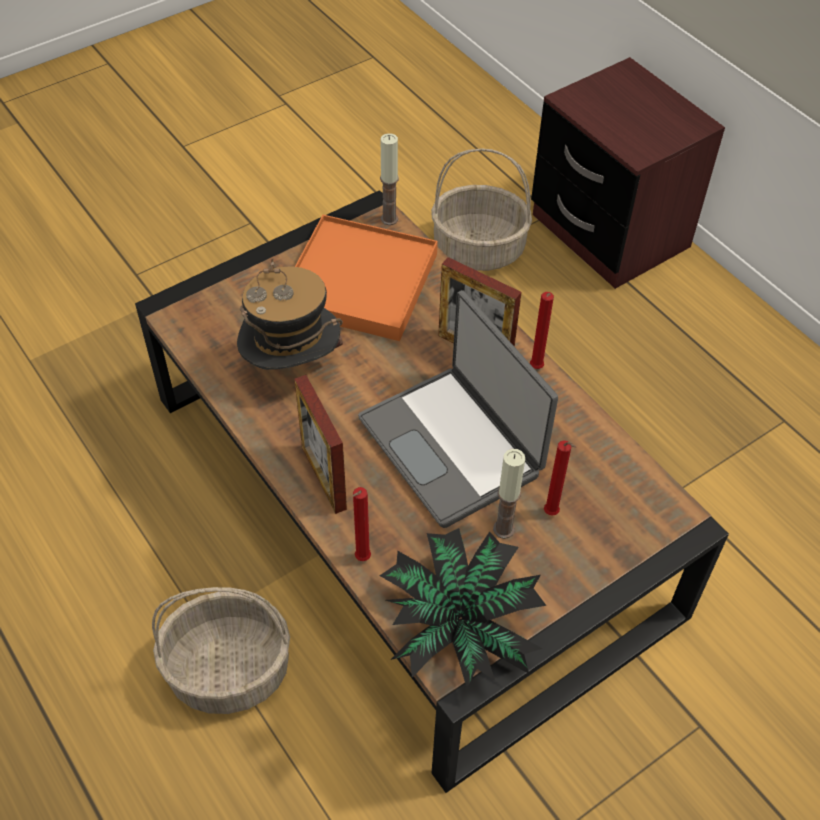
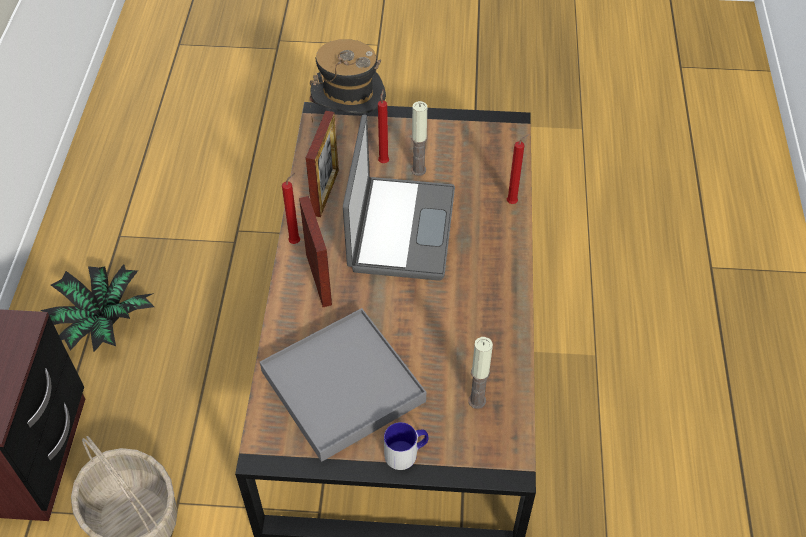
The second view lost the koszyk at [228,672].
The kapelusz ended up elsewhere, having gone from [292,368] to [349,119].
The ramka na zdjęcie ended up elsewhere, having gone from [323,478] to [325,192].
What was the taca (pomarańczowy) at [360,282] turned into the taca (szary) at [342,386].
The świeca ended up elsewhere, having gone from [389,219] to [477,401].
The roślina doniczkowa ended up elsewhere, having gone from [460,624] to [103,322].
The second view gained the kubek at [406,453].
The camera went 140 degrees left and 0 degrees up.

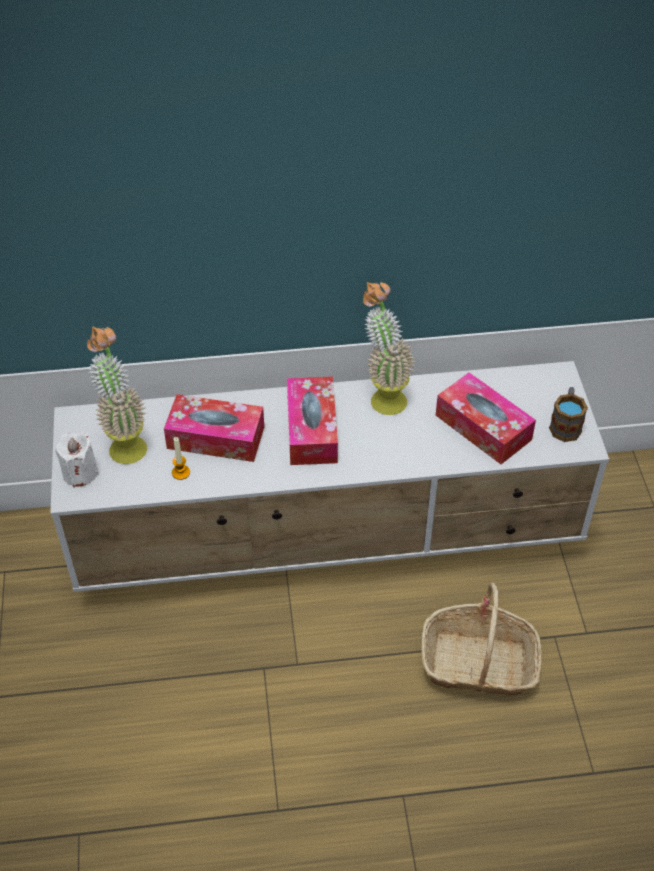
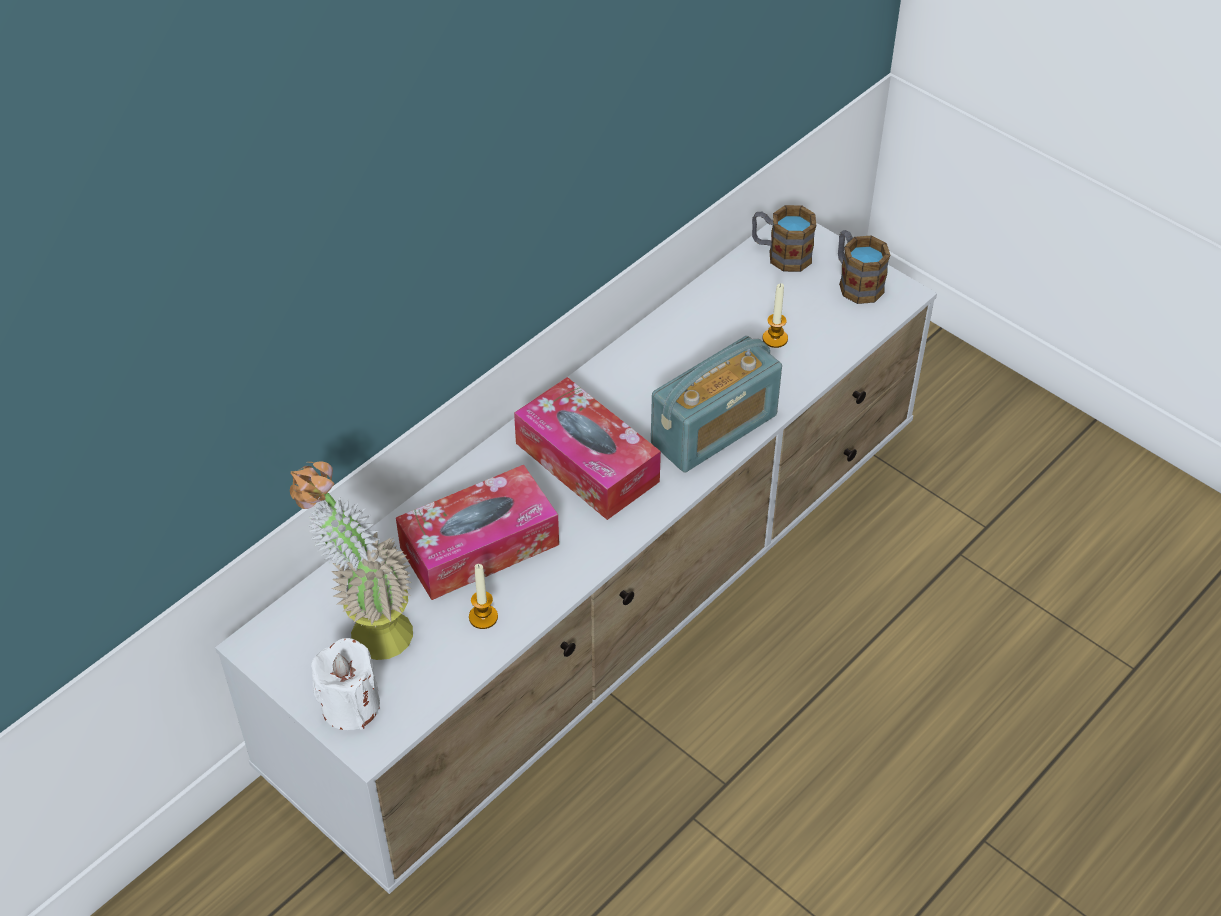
The second view lost the roślina doniczkowa at [382,395].
The second view lost the koszyk at [479,663].
Where the pudełko chusteczek stood at [483,427], the świeca came to stand at [775,338].
The second view gained the radio at [714,429].
The second view gained the kubek at [781,254].
The camera went 40 degrees left and 0 degrees up.

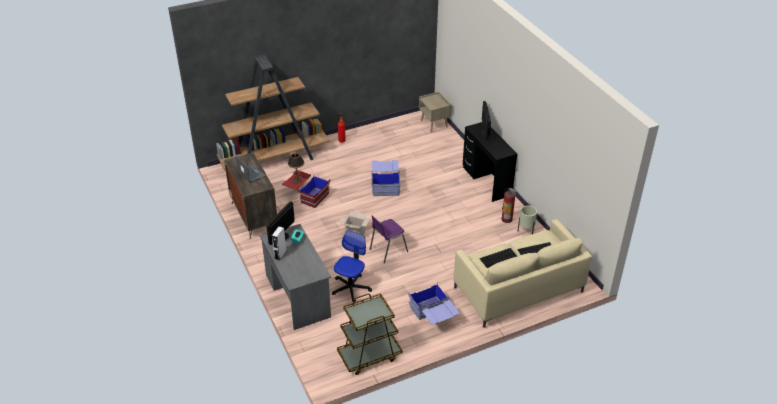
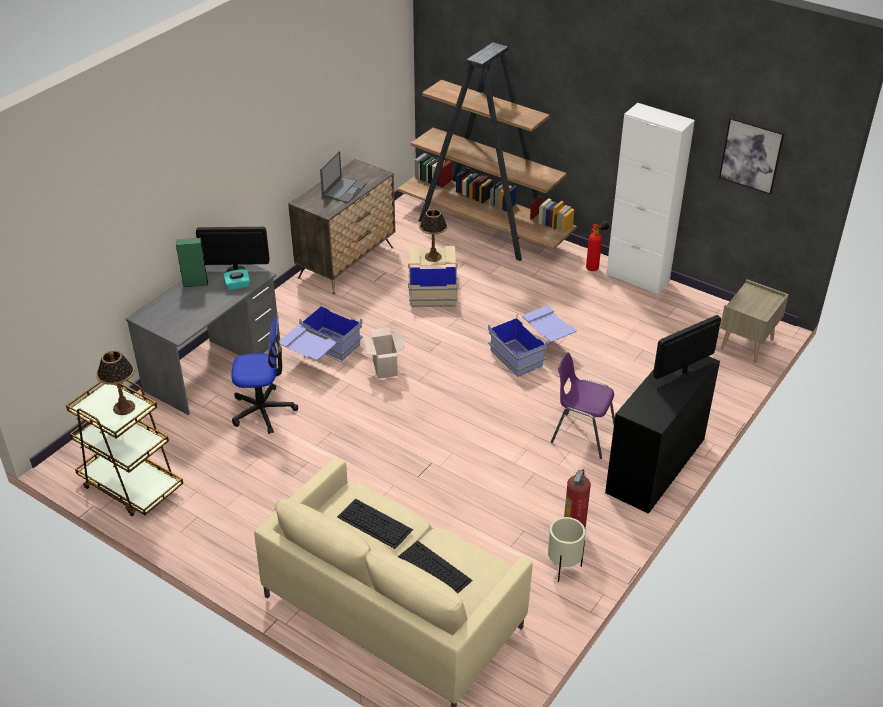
What was the głośnik (biały) at [280,254] turned into the głośnik (zielony) at [195,283].
What was the pojemnik do przechowywania (czerwony) at [306,195] turned into the pojemnik do przechowywania (beżowy) at [433,287].
The krzesło (fioletowy) ended up elsewhere, having gone from [387,250] to [581,435].
The pojemnik do przechowywania (niebieski) ended up elsewhere, having gone from [433,316] to [321,354].
The second view gained the lampa stołowa at [124,408].
The second view gained the szafka (biały) at [637,278].
The second view gained the obraz at [751,155].
The camera went 60 degrees right and 0 degrees up.

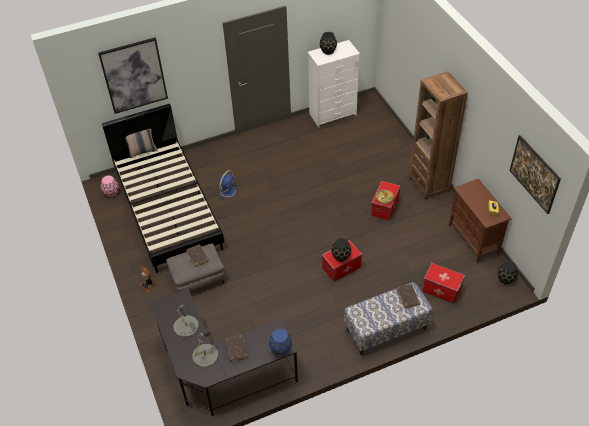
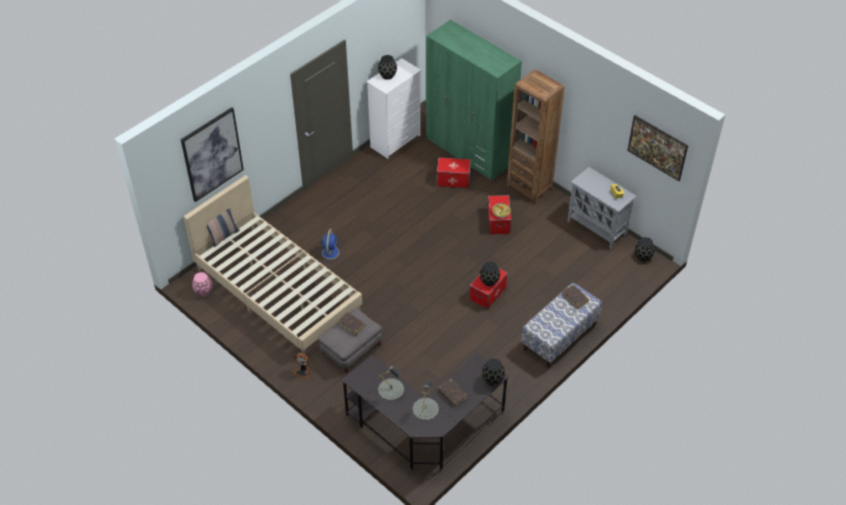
What was the łóżko (czarny) at [168,209] turned into the łóżko (beżowy) at [277,290].
What was the wazon (niebieski) at [280,349] turned into the wazon (czarny) at [492,380].
The pojemnik do przechowywania ended up elsewhere, having gone from [442,289] to [453,180].
What was the szafka (brązowy) at [473,239] turned into the szafka (szary) at [597,228].
The second view gained the szafa (zielony) at [469,151].
The camera went 25 degrees left and 0 degrees up.

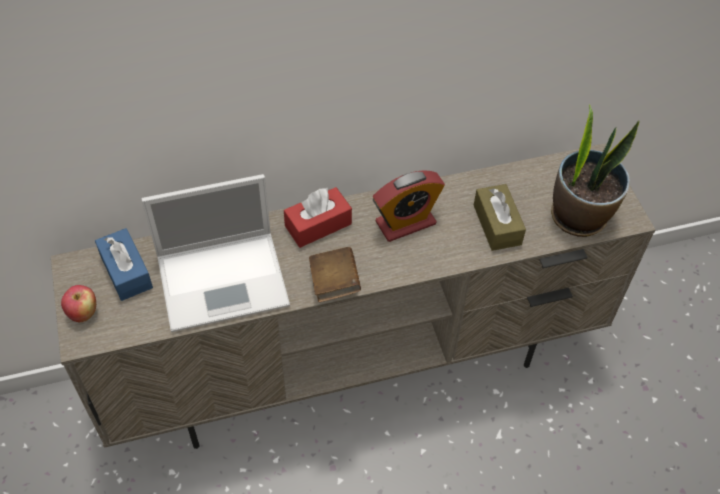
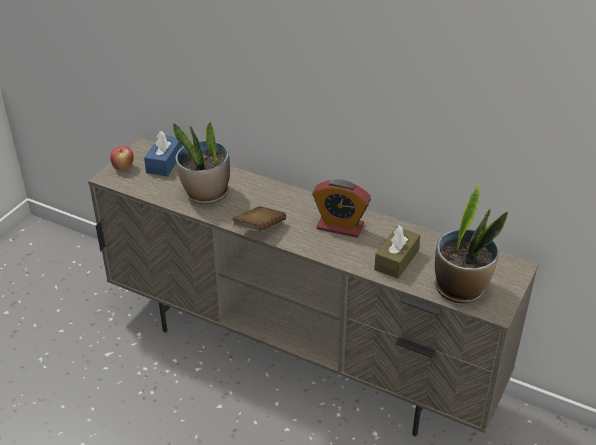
Where the laptop stood at [225,279], the roślina doniczkowa came to stand at [206,193].
The second view lost the pudełko chusteczek (czerwony) at [318,225].
The camera went 45 degrees right and 15 degrees down.

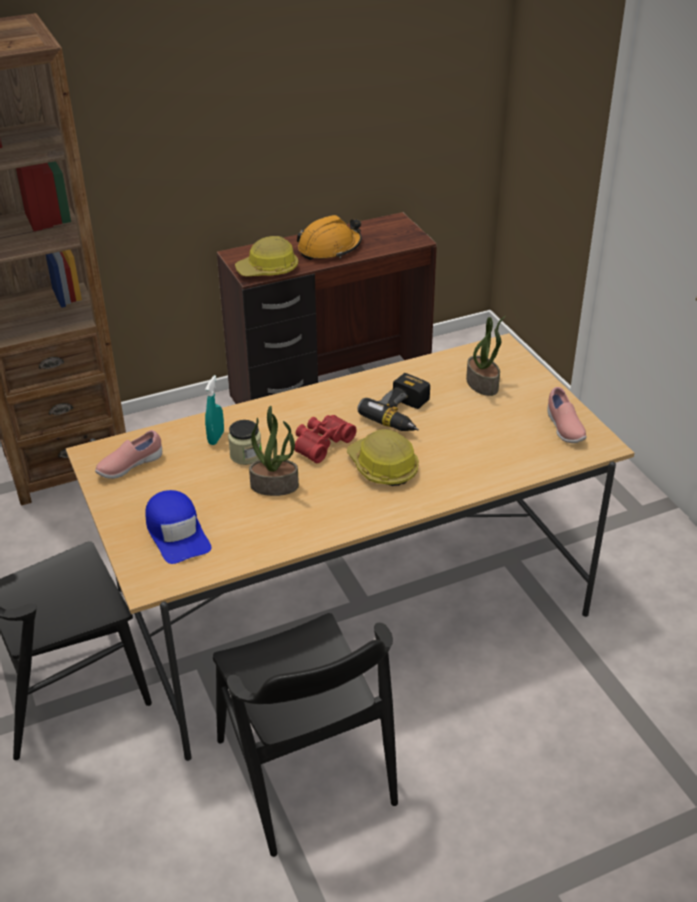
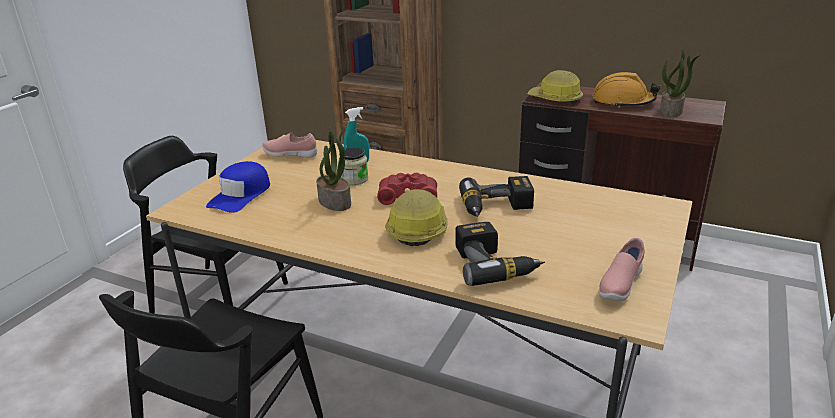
The roślina doniczkowa ended up elsewhere, having gone from [483,384] to [671,111].
The second view gained the wiertarka at [494,264].
The camera went 50 degrees right and 10 degrees down.

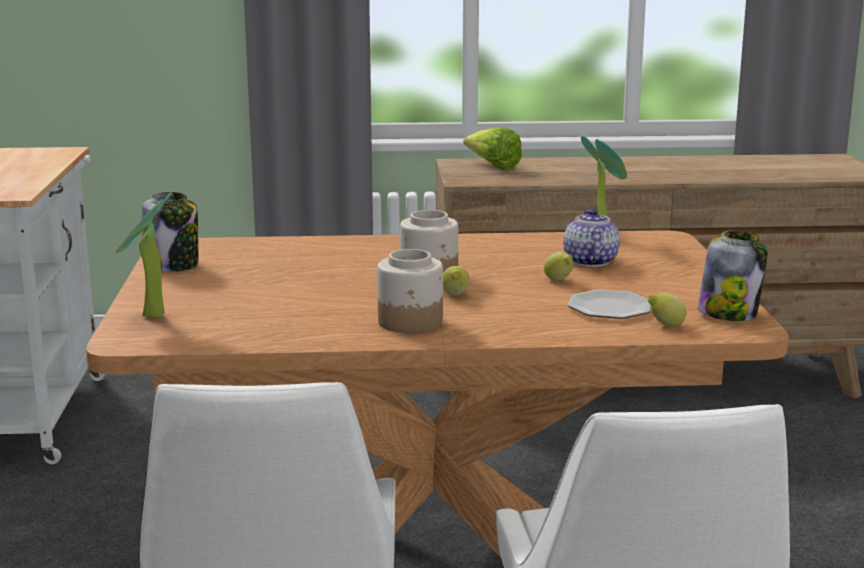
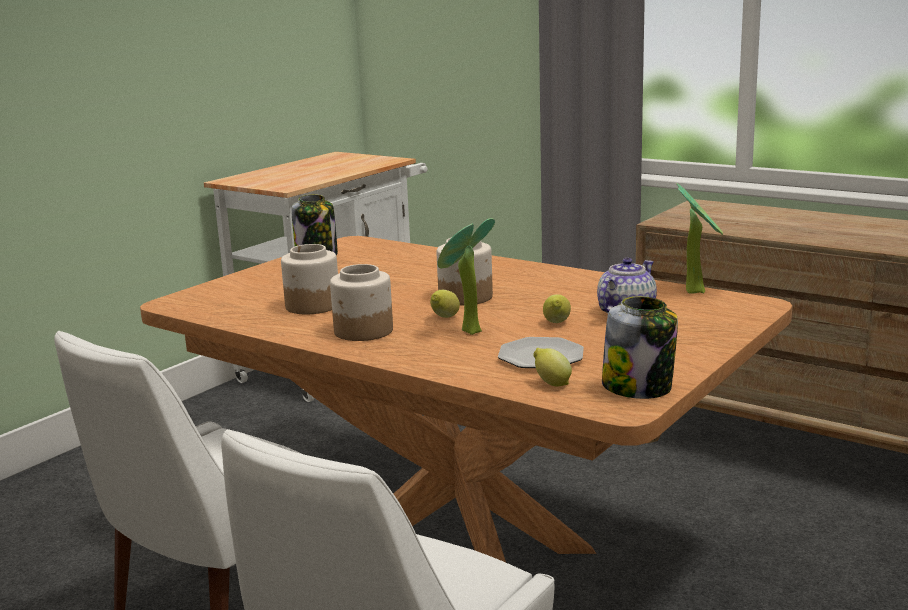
The roślina doniczkowa ended up elsewhere, having gone from [149,317] to [466,332].
The second view lost the sałata at [493,166].
The second view gained the słoik at [312,306].
The camera went 40 degrees right and 0 degrees up.

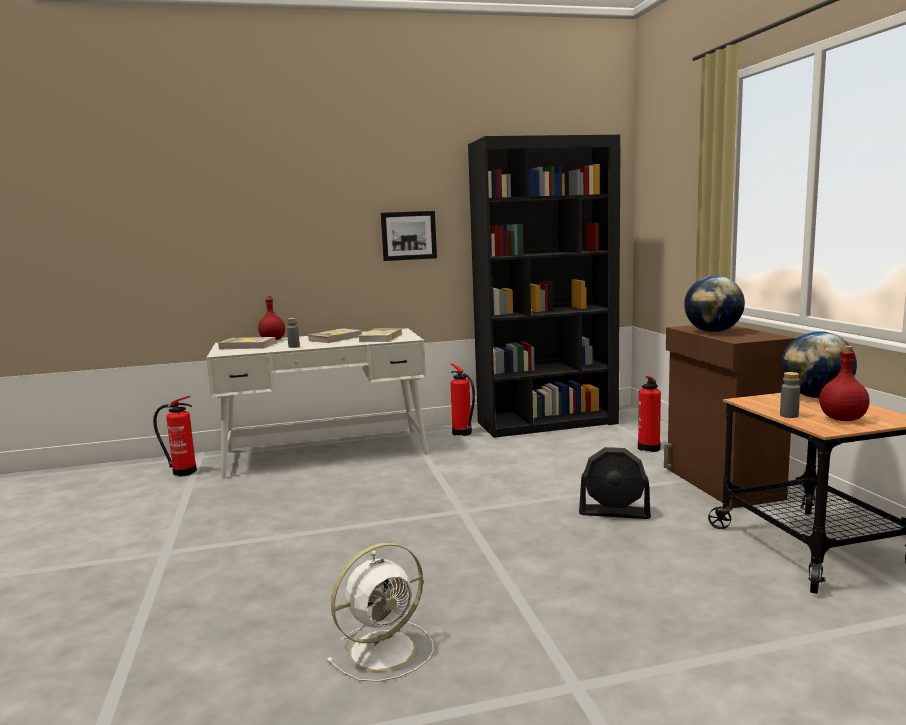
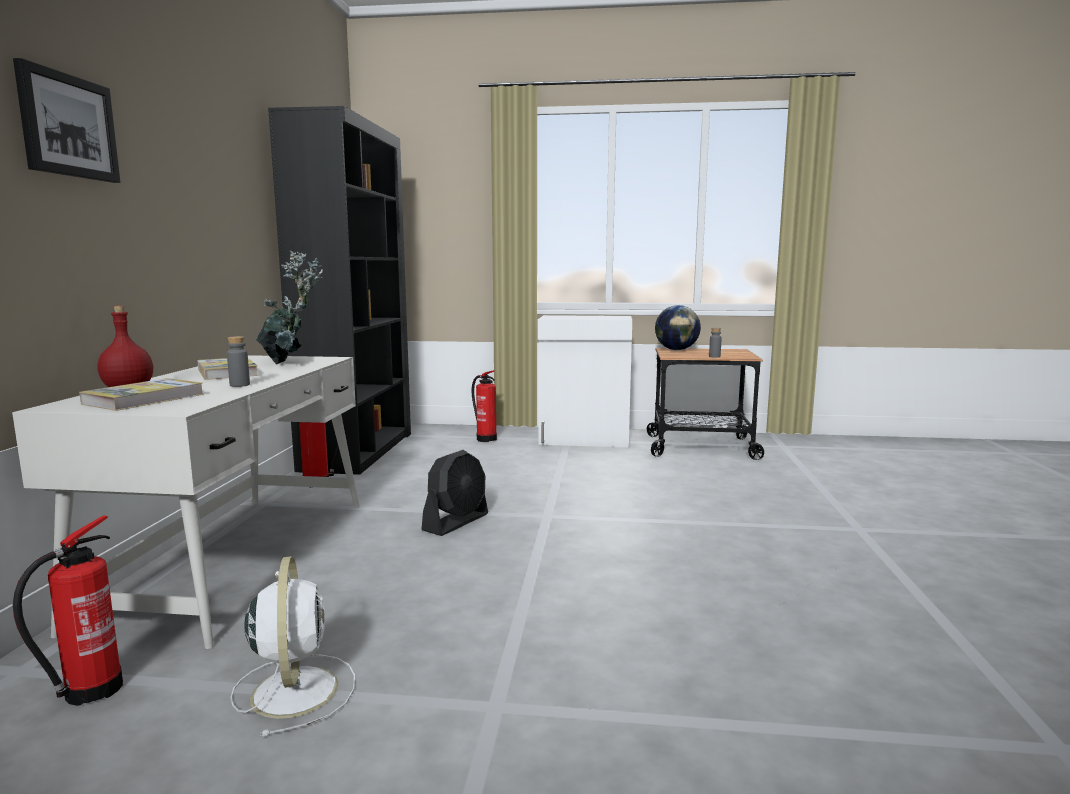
The wentylator (biały) ended up elsewhere, having gone from [385,649] to [295,689].
Where the książka stood at [380,338], the roślina doniczkowa came to stand at [290,363].
The obraz ended up elsewhere, having gone from [408,235] to [67,126].
The wentylator (czarny) ended up elsewhere, having gone from [614,512] to [456,522].
What was the szafka (brązowy) at [721,484] turned into the szafka (biały) at [584,440].
The second view lost the globus at [713,332].
The second view lost the butelka (czerwony) at [842,419].
The camera went 70 degrees left and 0 degrees up.

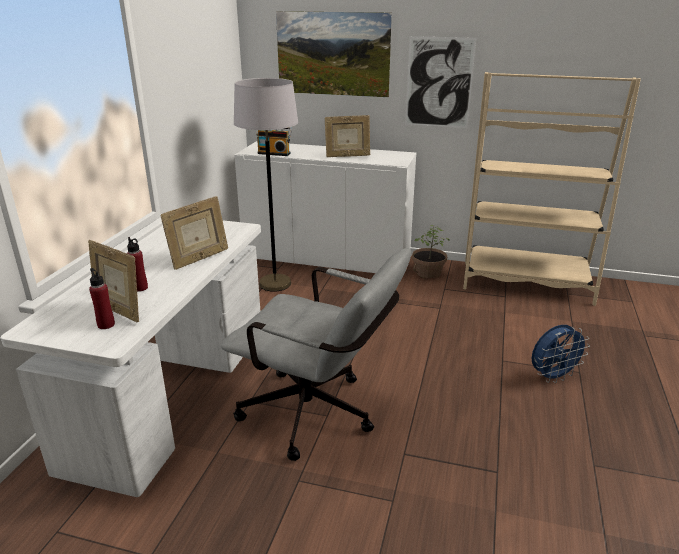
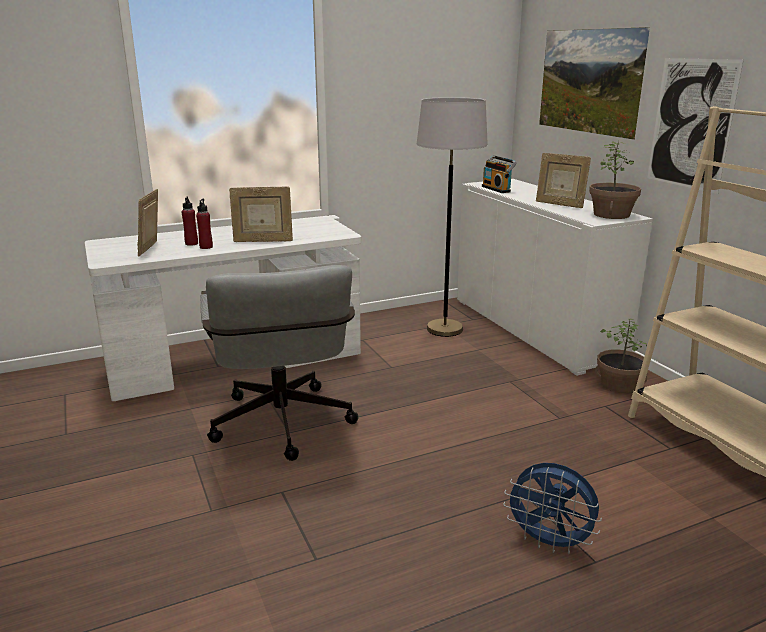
The butelka (czerwony) ended up elsewhere, having gone from [106,325] to [206,247].
The second view gained the roślina doniczkowa at [612,215].
The camera went 50 degrees right and 5 degrees down.

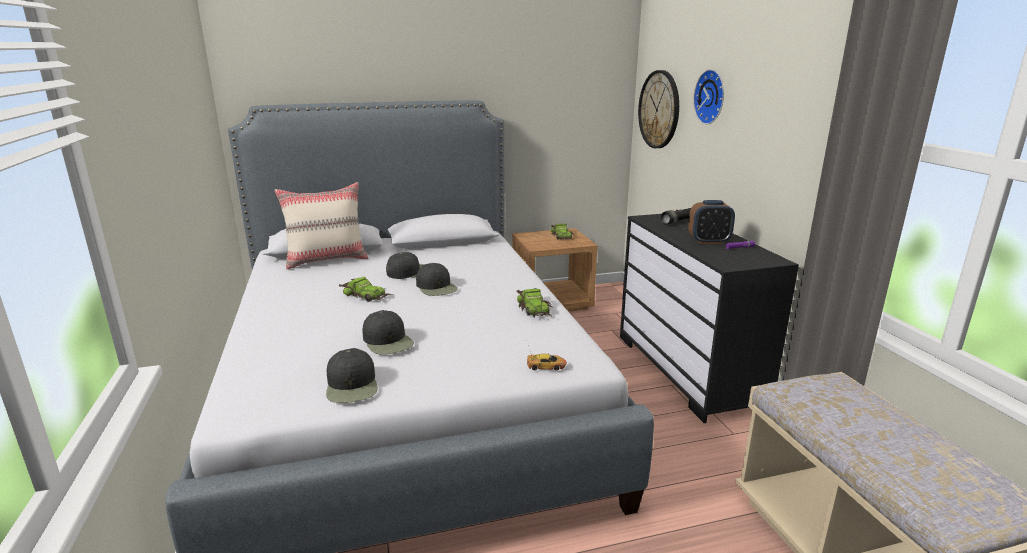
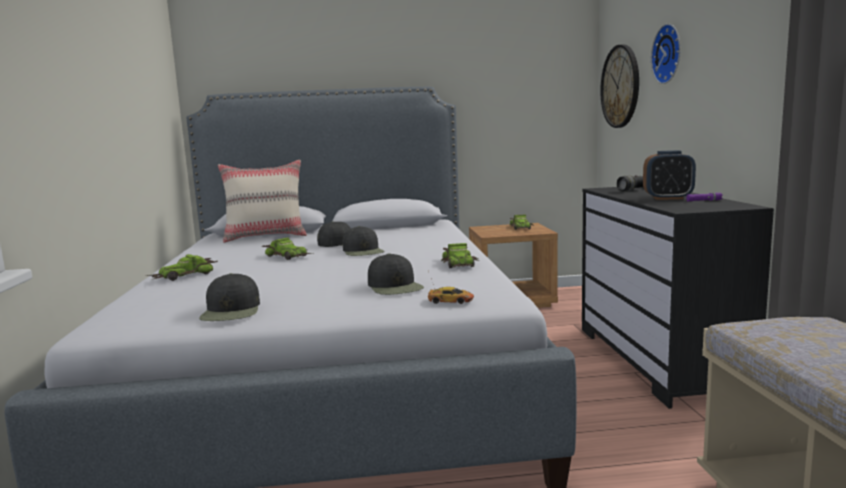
The czapka z daszkiem (czarny) ended up elsewhere, having gone from [388,341] to [395,286].
The second view gained the samochodzik at [184,275].
The camera went 10 degrees right and 10 degrees down.

